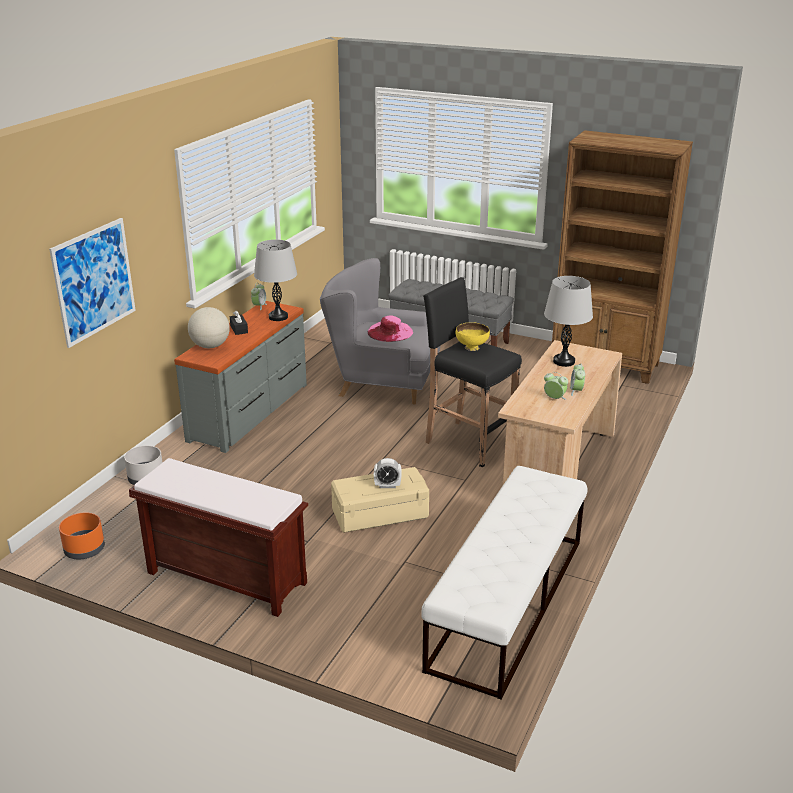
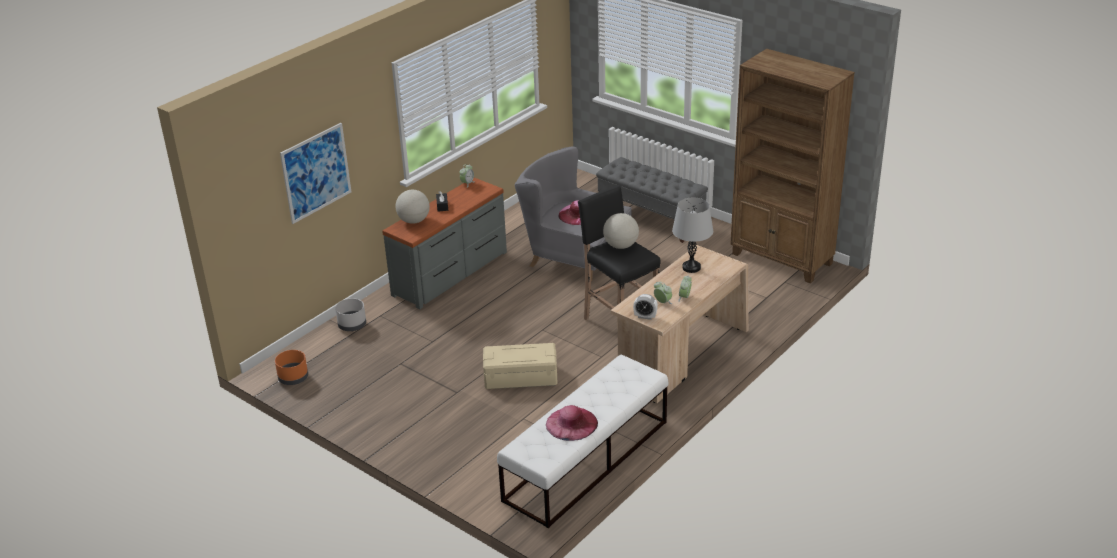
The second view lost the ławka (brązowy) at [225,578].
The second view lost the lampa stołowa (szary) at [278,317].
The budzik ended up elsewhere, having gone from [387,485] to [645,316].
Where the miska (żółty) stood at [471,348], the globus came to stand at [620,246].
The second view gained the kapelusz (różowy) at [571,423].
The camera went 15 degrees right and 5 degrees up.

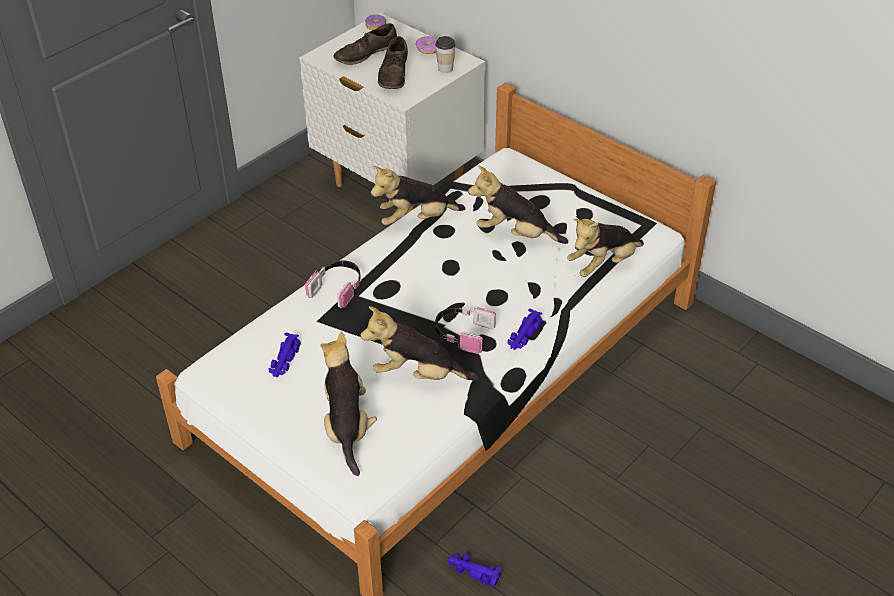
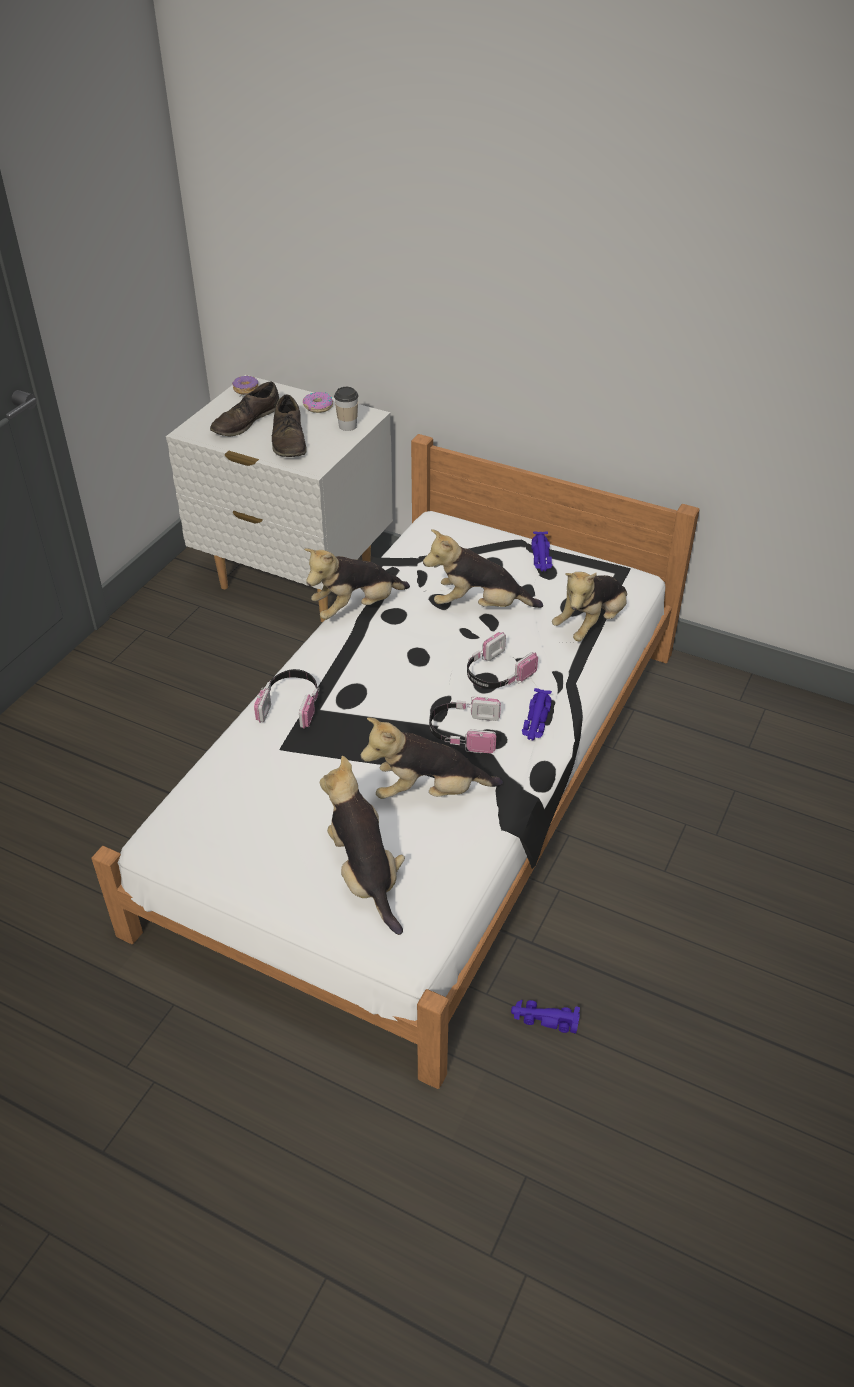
The samochodzik (fioletowy) ended up elsewhere, having gone from [284,361] to [541,558].
The second view gained the słuchawki at [496,674].
The camera went 15 degrees left and 0 degrees up.

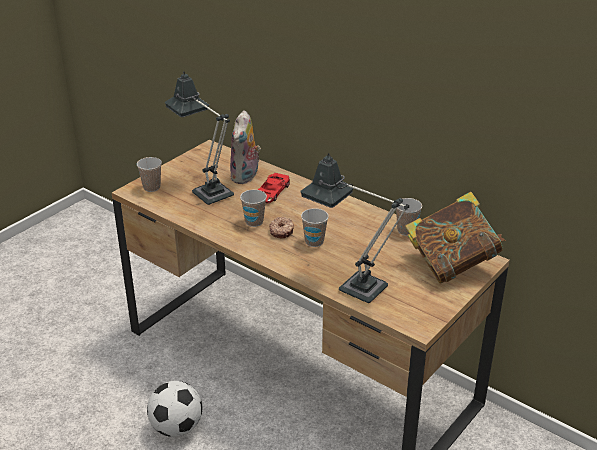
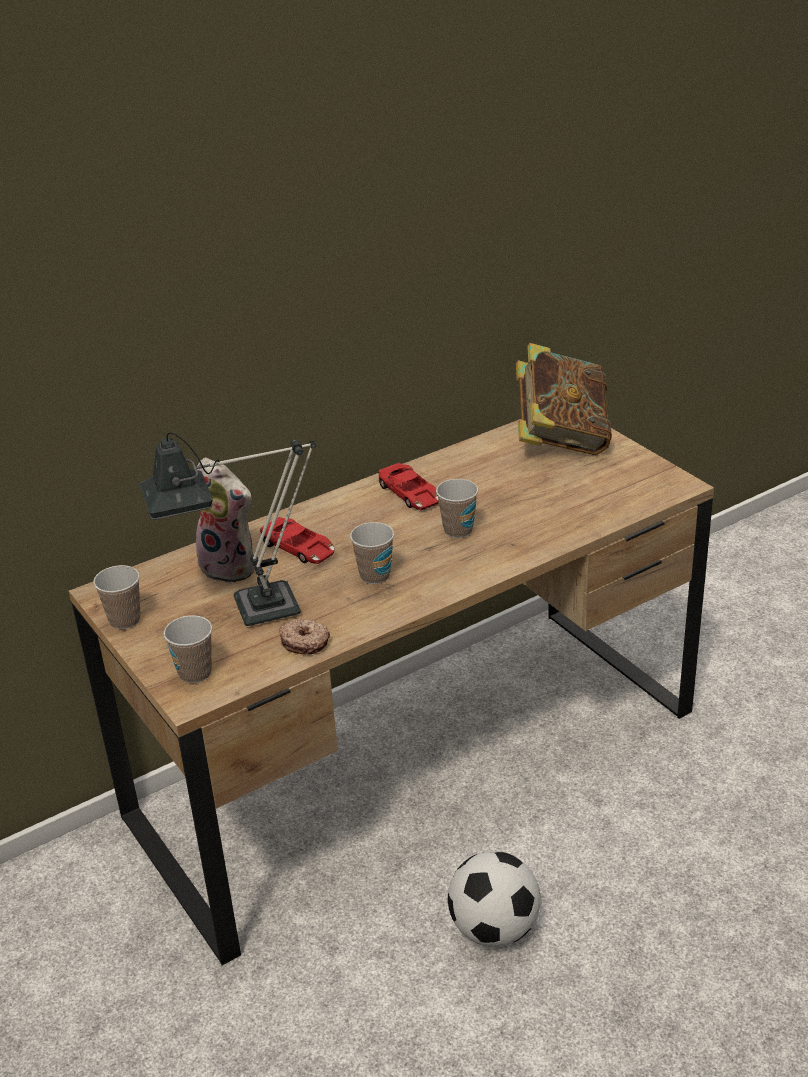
The donut ended up elsewhere, having gone from [282,231] to [305,642].
The second view lost the lampa stołowa at [353,285].
The filiżanka ended up elsewhere, having gone from [406,230] to [125,620].
The second view gained the samochodzik (czerwony) at [410,494].
The camera went 70 degrees left and 0 degrees up.

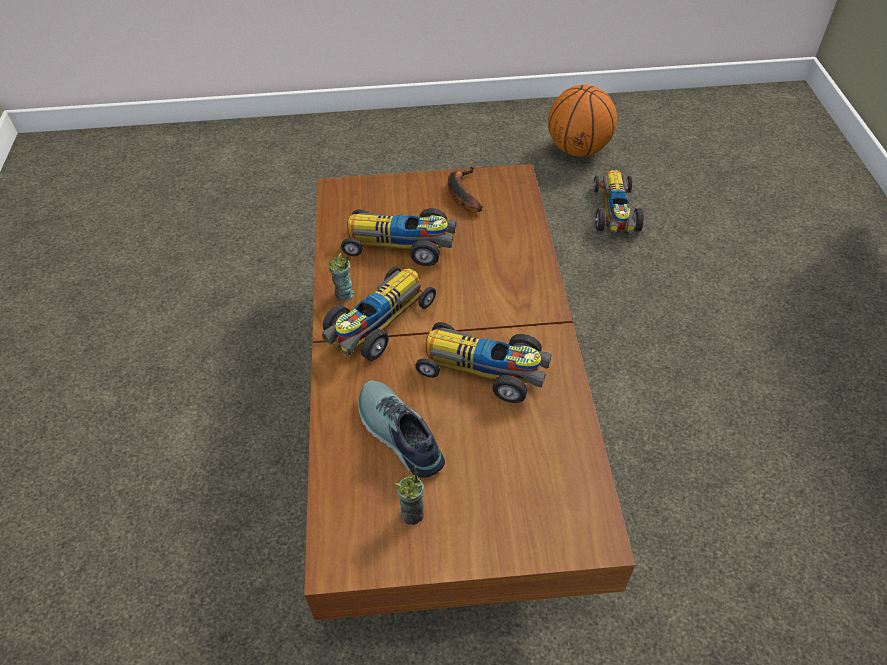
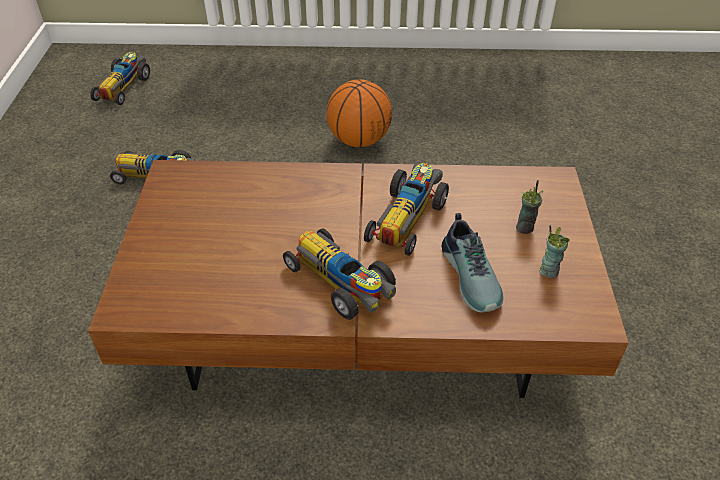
The filiżanka ended up elsewhere, having gone from [344,295] to [525,228].
The samochodzik ended up elsewhere, having gone from [401,244] to [124,86].
The but at [397,435] ended up facing another way, 75 degrees counterclockwise from before.
The second view lost the banan at [461,193].
The piłka do koszykówki ended up elsewhere, having gone from [578,149] to [359,140].
The camera went 85 degrees left and 5 degrees down.

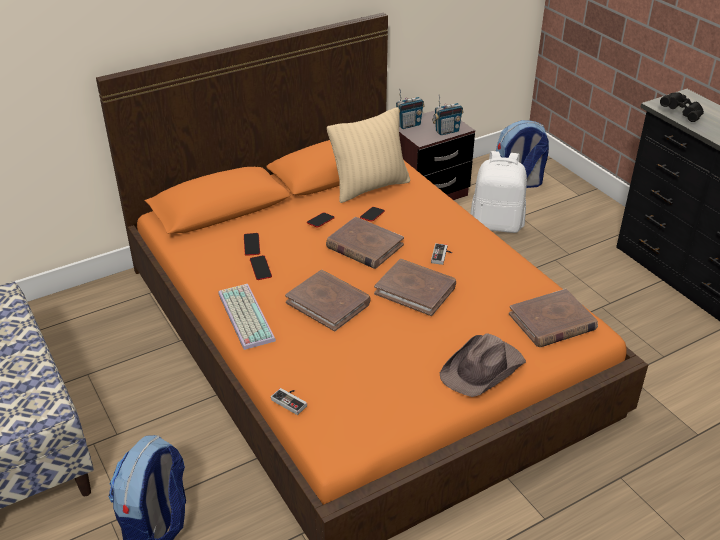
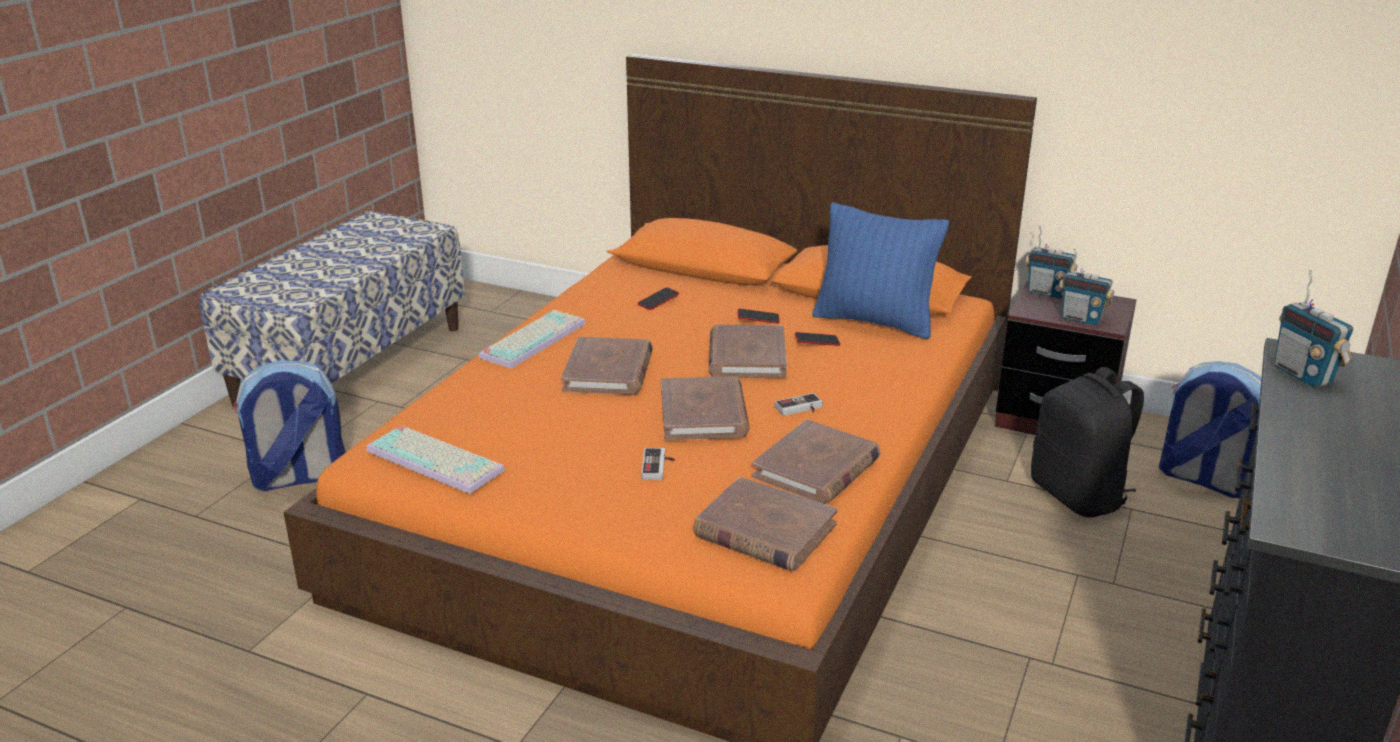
The second view lost the telefon at [260,269].
The pad do gier ended up elsewhere, having gone from [291,401] to [658,467].
What was the poduszka (beżowy) at [370,187] turned into the poduszka (niebieski) at [875,321].
The second view lost the kapelusz (brązowy) at [483,369].
What was the plecak (biały) at [497,224] turned into the plecak (czarny) at [1079,495].
Where the lornetka (czarny) stood at [682,113], the radio came to stand at [1303,375].
The second view gained the klawiatura at [438,460].
The second view gained the książka (brązowy) at [816,468].
The camera went 55 degrees right and 10 degrees down.

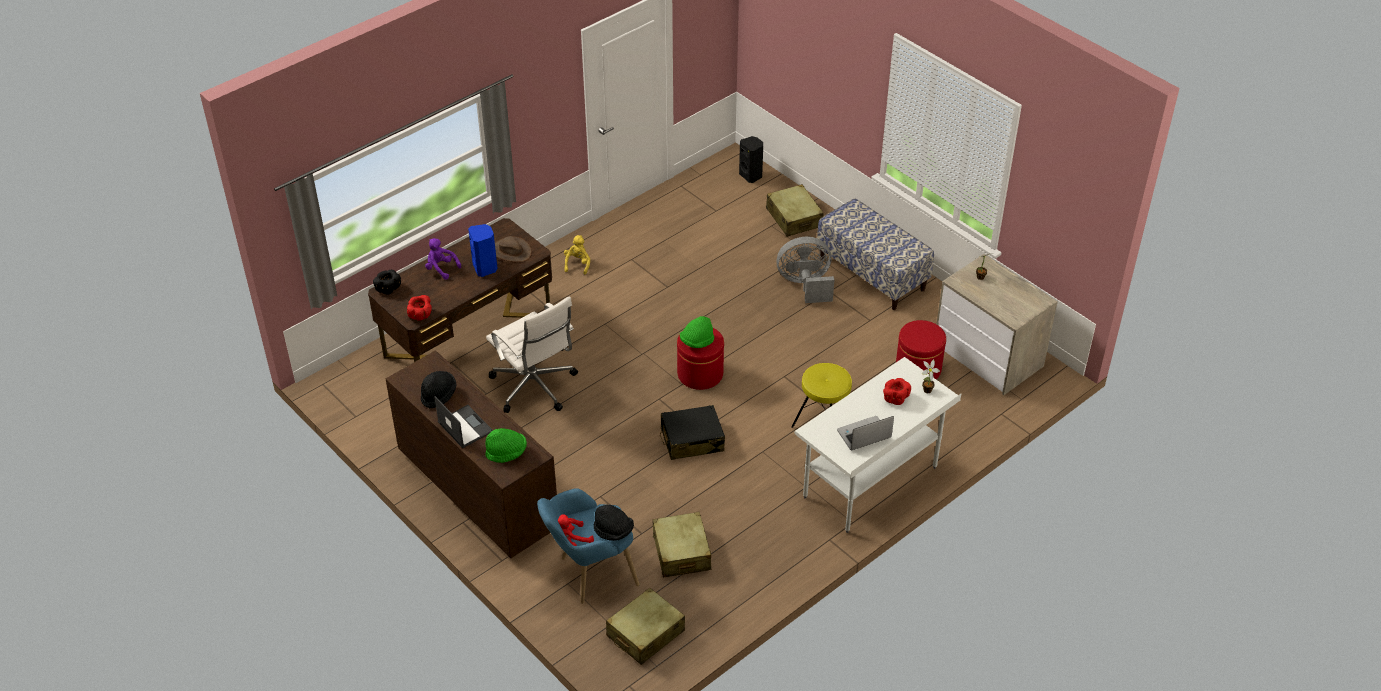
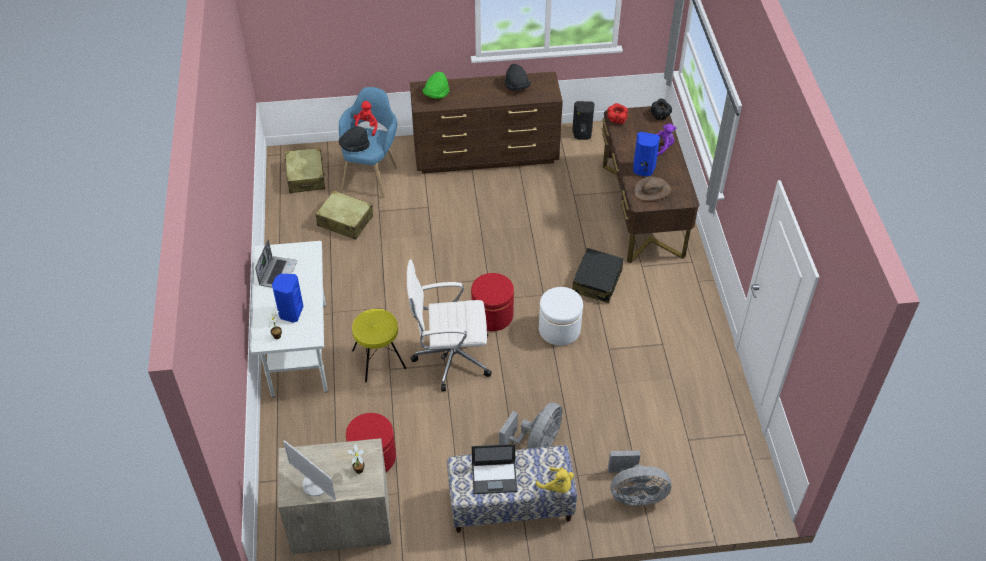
The laptop ended up elsewhere, having gone from [464,426] to [495,477].
The krzesło biurowe (biały) ended up elsewhere, having gone from [535,387] to [450,358].
The pluszak (żółty) ended up elsewhere, having gone from [577,264] to [557,487].
The walizka (czarny) ended up elsewhere, having gone from [692,440] to [597,281].
The second view lost the kapelusz (zielony) at [697,342].
The głośnik (czarny) ended up elsewhere, having gone from [751,175] to [582,134].
Where the walizka (beżowy) stood at [794,218], the wentylator (szary) came to stand at [634,494].
Where the miska (czerwony) stood at [895,398], the głośnik (niebieski) came to stand at [290,312].
The second view gained the monitor at [315,484].
The second view gained the pufa (biały) at [559,329].
The camera went 125 degrees right and 5 degrees up.

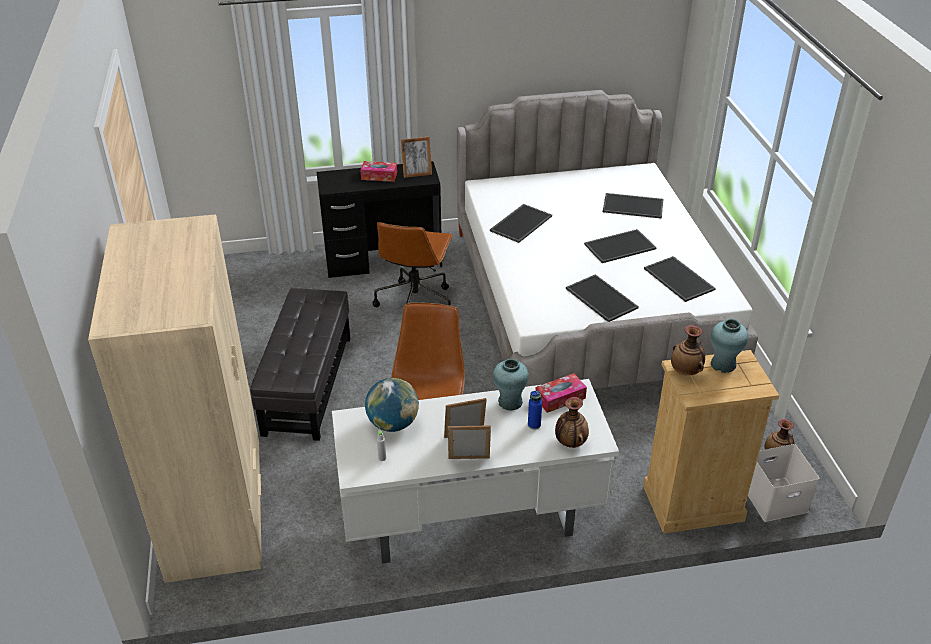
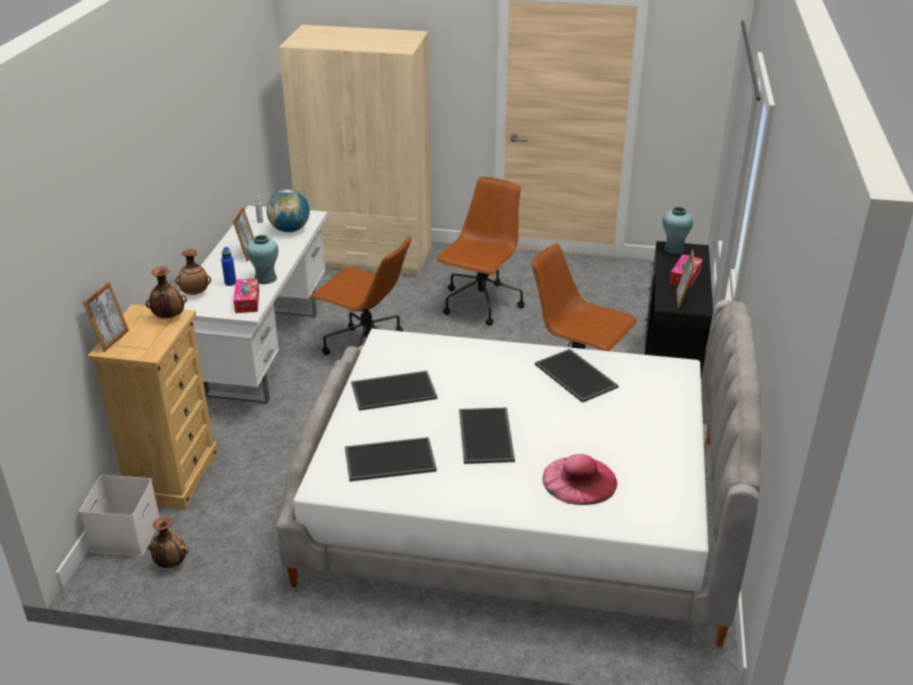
Where the pufa (czarny) stood at [307,384], the krzesło biurowe (brązowy) came to stand at [481,305].
The ramka na zdjęcie ended up elsewhere, having gone from [469,462] to [111,340].
Where the taca stood at [633,205], the kapelusz (różowy) came to stand at [579,480].
The wazon (turkusowy) ended up elsewhere, having gone from [723,364] to [674,249].
The camera went 110 degrees right and 5 degrees down.

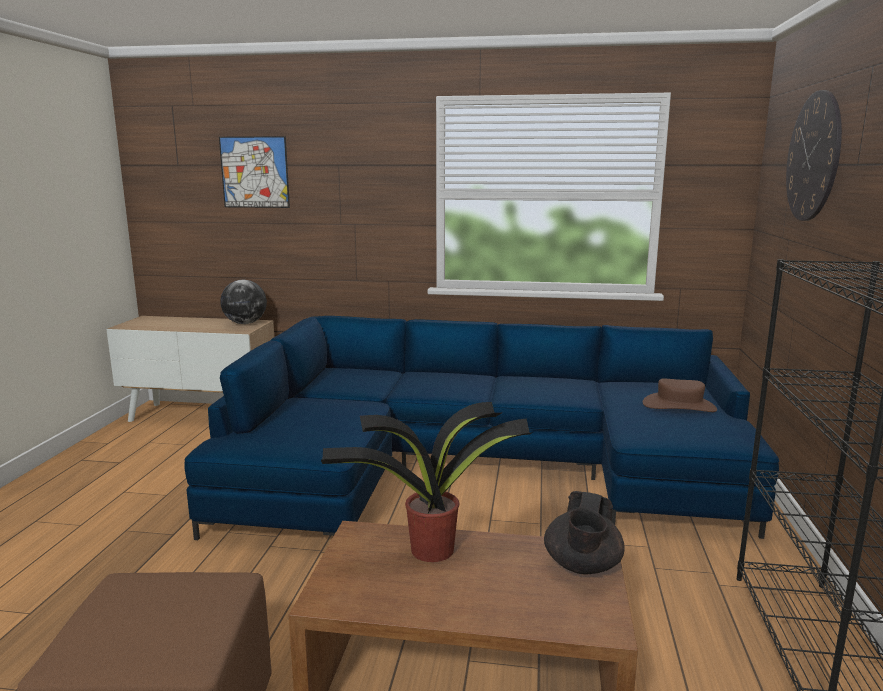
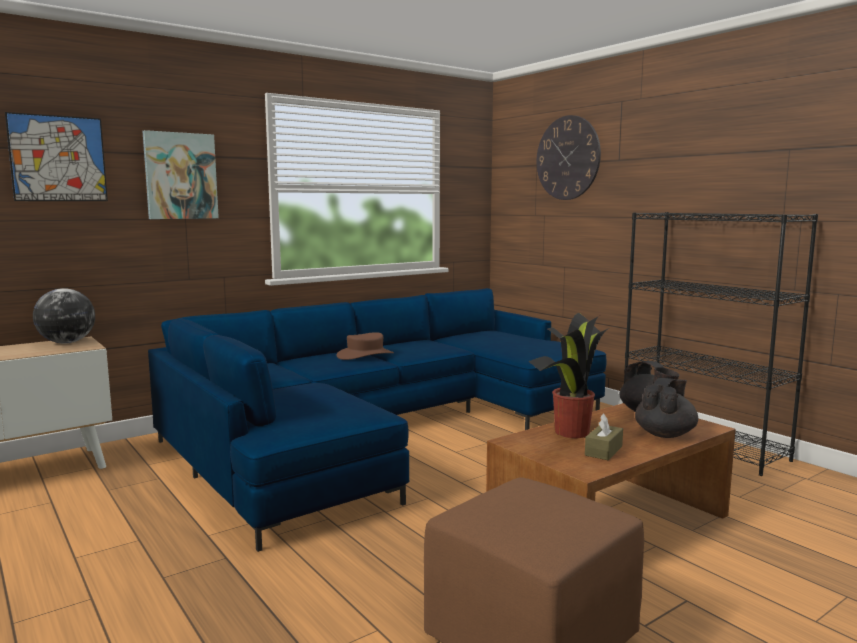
The kapelusz (brązowy) ended up elsewhere, having gone from [679,406] to [365,355].
The second view gained the obraz at [181,176].
The second view gained the pudełko chusteczek (brązowy) at [603,451].
The second view gained the imbryk (czarny) at [665,434].
The camera went 45 degrees left and 5 degrees down.

